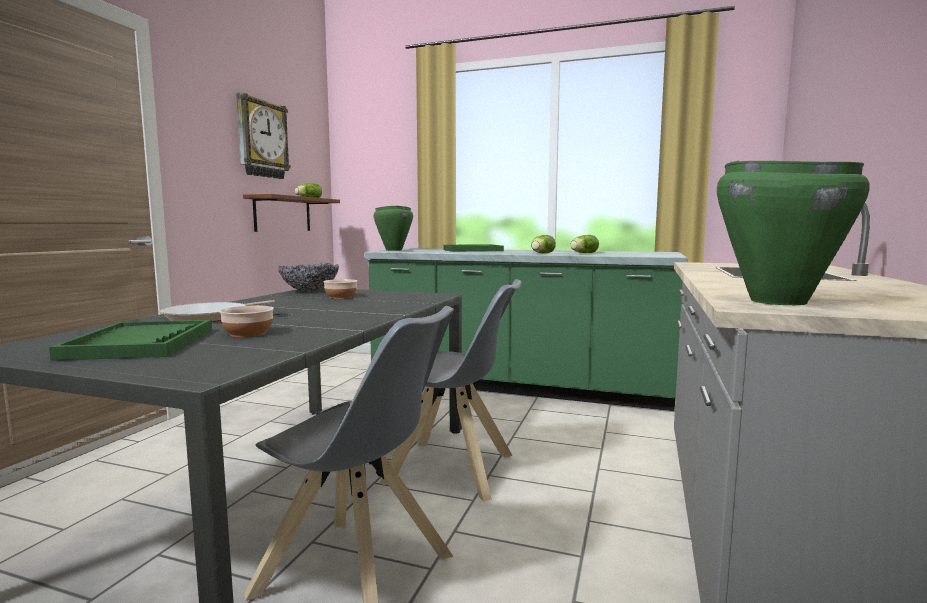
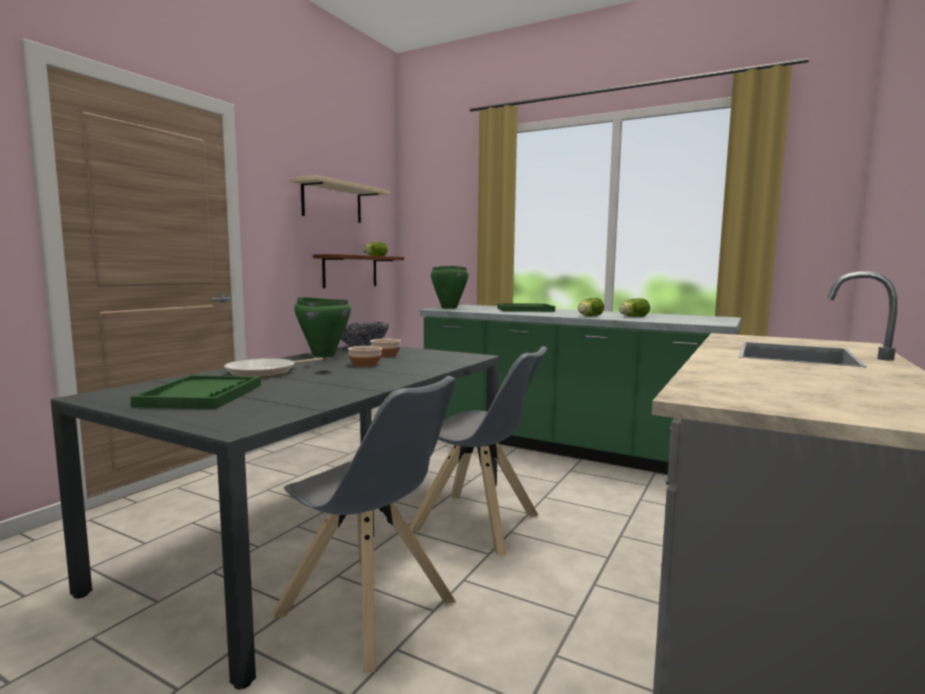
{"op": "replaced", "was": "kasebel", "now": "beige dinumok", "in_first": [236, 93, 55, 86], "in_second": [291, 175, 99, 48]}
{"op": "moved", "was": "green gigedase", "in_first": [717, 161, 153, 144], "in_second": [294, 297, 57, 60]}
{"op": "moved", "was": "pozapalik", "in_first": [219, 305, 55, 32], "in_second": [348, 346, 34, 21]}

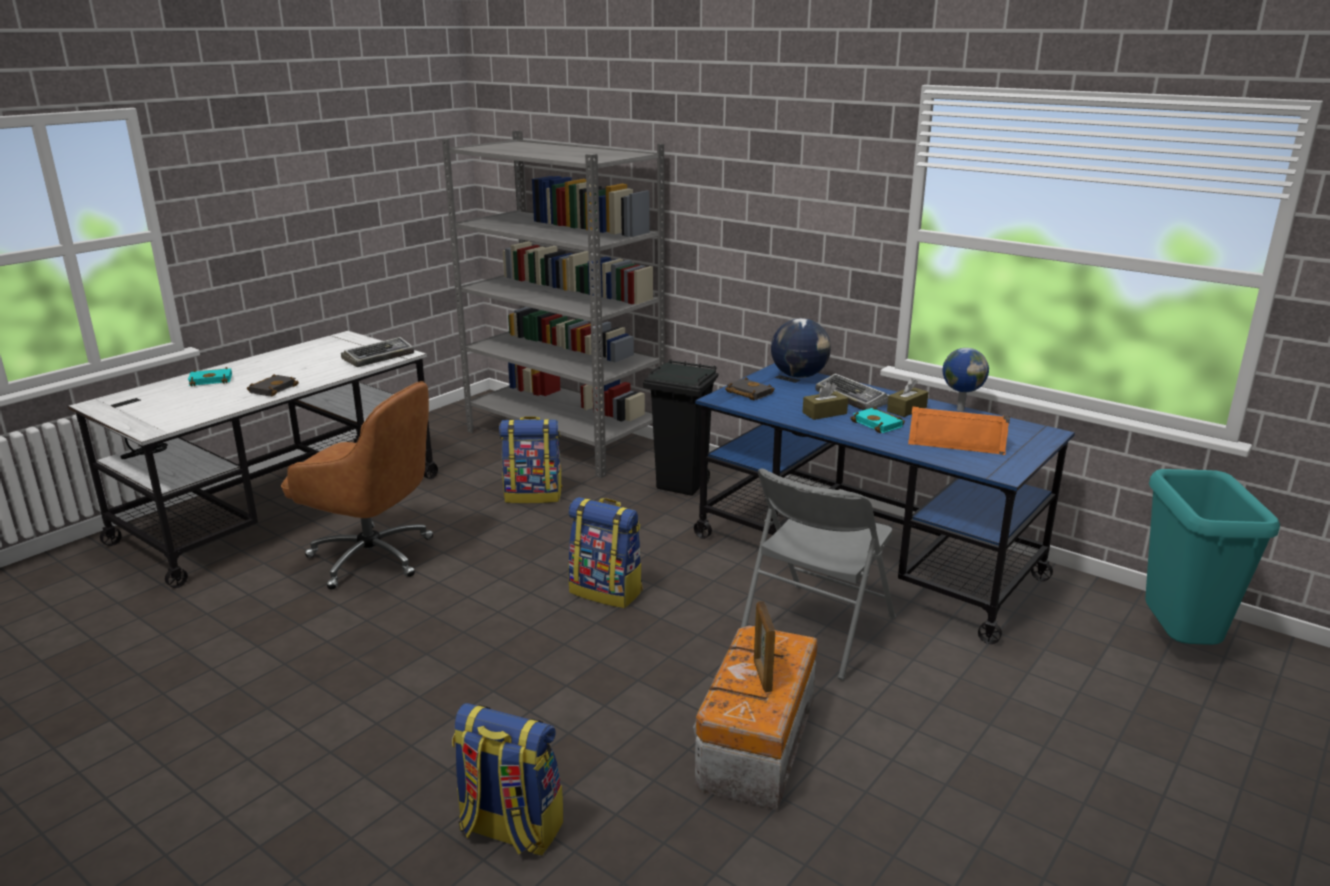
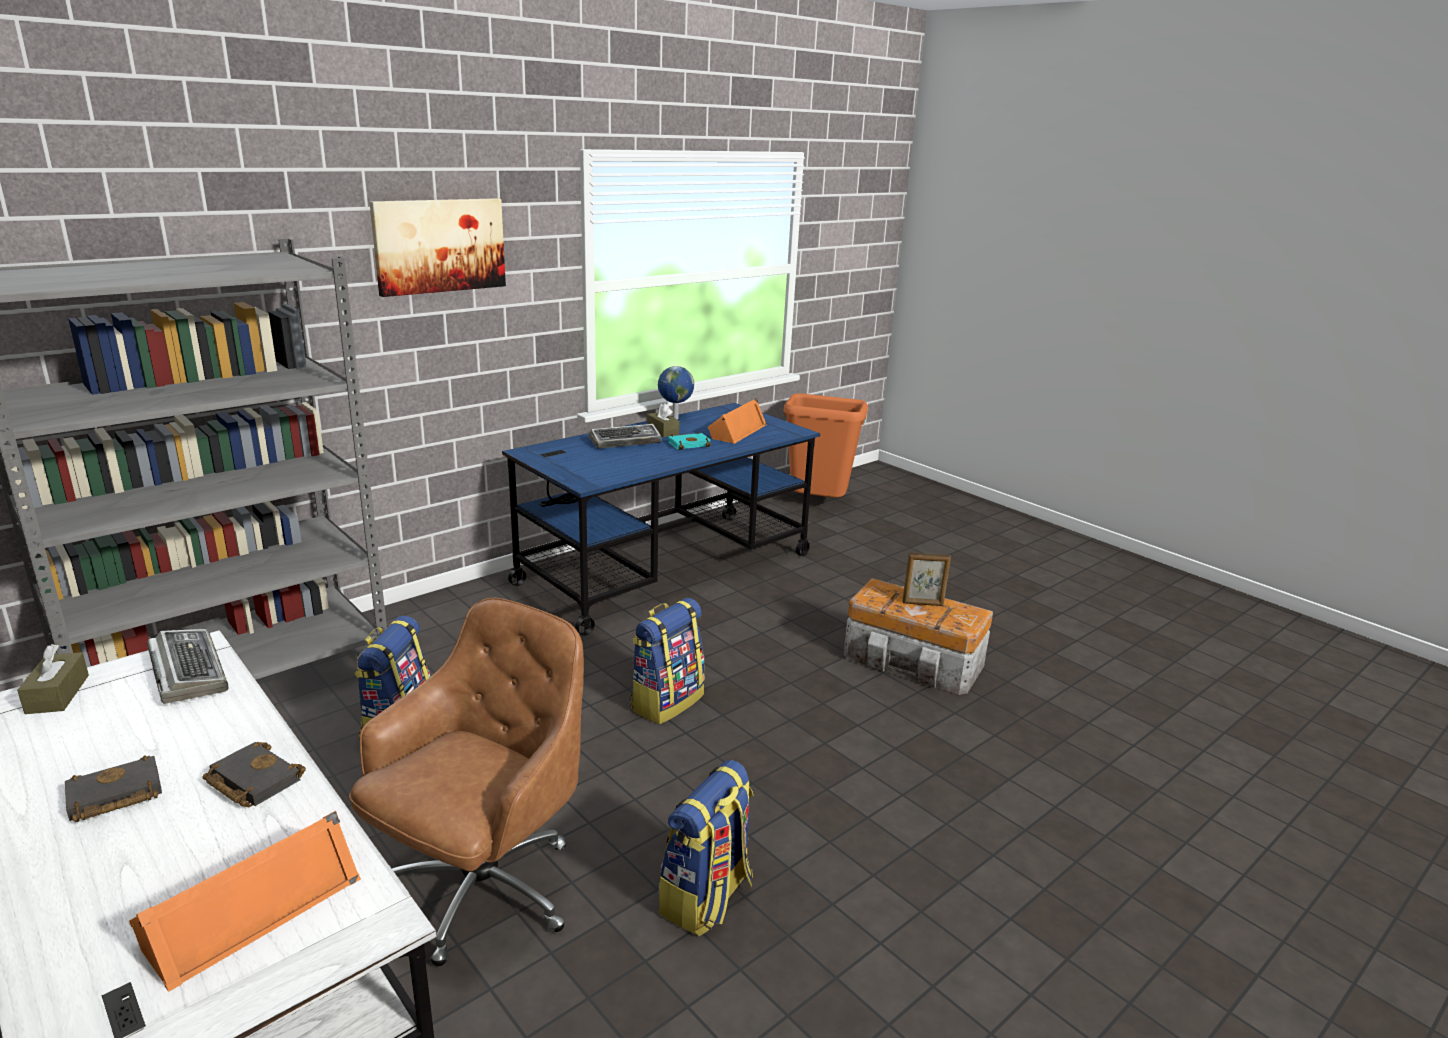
{"op": "moved", "was": "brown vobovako", "in_first": [802, 382, 46, 38], "in_second": [17, 644, 72, 70]}
{"op": "moved", "was": "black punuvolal", "in_first": [725, 377, 49, 24], "in_second": [65, 755, 97, 67]}
{"op": "added", "now": "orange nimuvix", "in_second": [129, 811, 232, 181]}
{"op": "added", "now": "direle", "in_second": [370, 198, 136, 99]}
{"op": "moved", "was": "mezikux", "in_first": [452, 703, 111, 152], "in_second": [658, 760, 95, 176]}
{"op": "recoloured", "was": "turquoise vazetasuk", "now": "orange vazetasuk", "in_first": [1145, 469, 135, 176], "in_second": [784, 393, 84, 105]}
{"op": "removed", "was": "turquoise punuvolal", "in_first": [188, 367, 44, 20]}
{"op": "removed", "was": "black vazetasuk", "in_first": [643, 359, 76, 137]}
{"op": "removed", "was": "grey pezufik", "in_first": [741, 469, 155, 212]}
{"op": "removed", "was": "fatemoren", "in_first": [771, 318, 60, 60]}

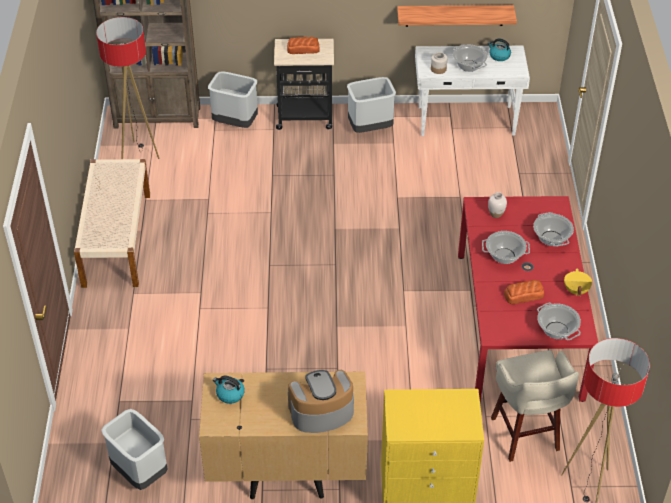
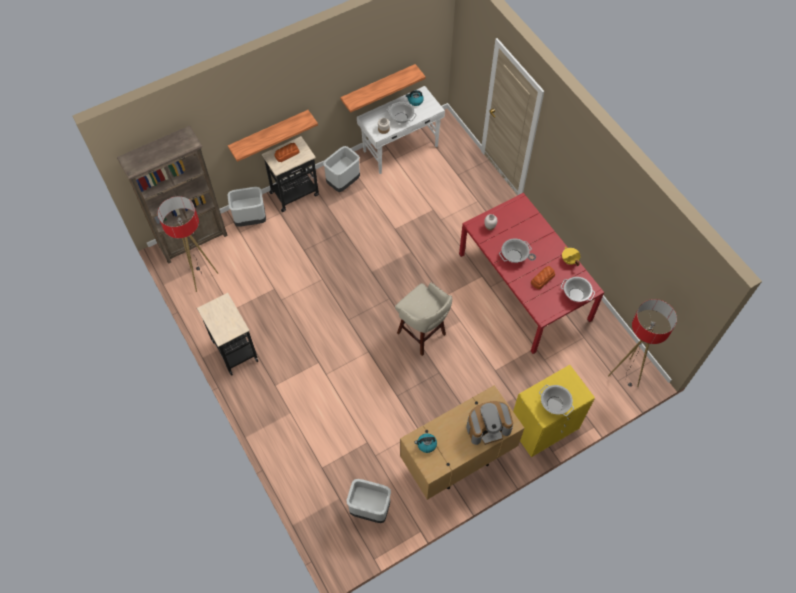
{"op": "replaced", "was": "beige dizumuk", "now": "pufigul", "in_first": [74, 159, 76, 129], "in_second": [197, 293, 61, 83]}
{"op": "added", "now": "dinumok", "in_second": [228, 110, 90, 52]}
{"op": "moved", "was": "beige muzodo", "in_first": [491, 350, 88, 112], "in_second": [395, 282, 57, 74]}
{"op": "turned", "was": "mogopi", "in_first": [288, 370, 66, 63], "in_second": [466, 401, 47, 44], "clockwise": -150}
{"op": "moved", "was": "gigedase", "in_first": [533, 212, 41, 35], "in_second": [539, 385, 35, 31]}

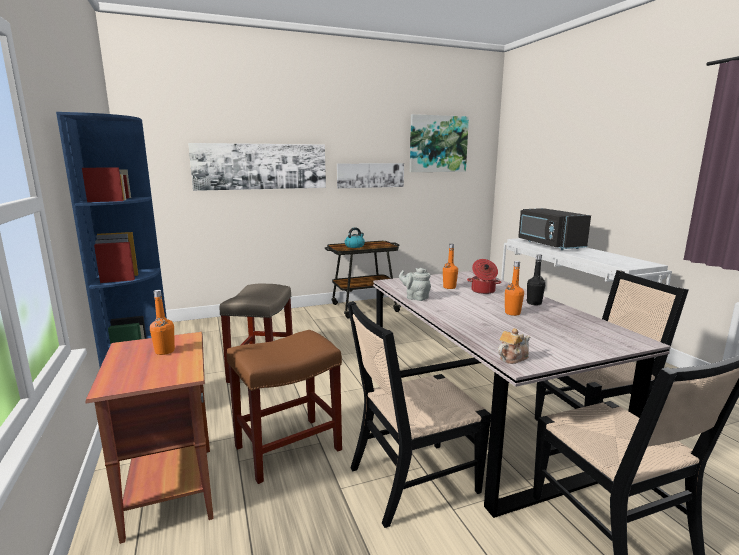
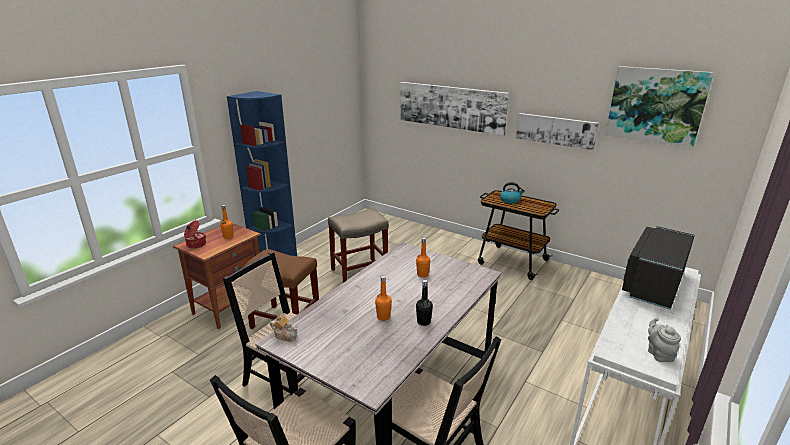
{"op": "moved", "was": "gigedase", "in_first": [467, 259, 34, 35], "in_second": [184, 220, 22, 29]}
{"op": "moved", "was": "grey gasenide", "in_first": [399, 268, 32, 33], "in_second": [648, 318, 33, 44]}

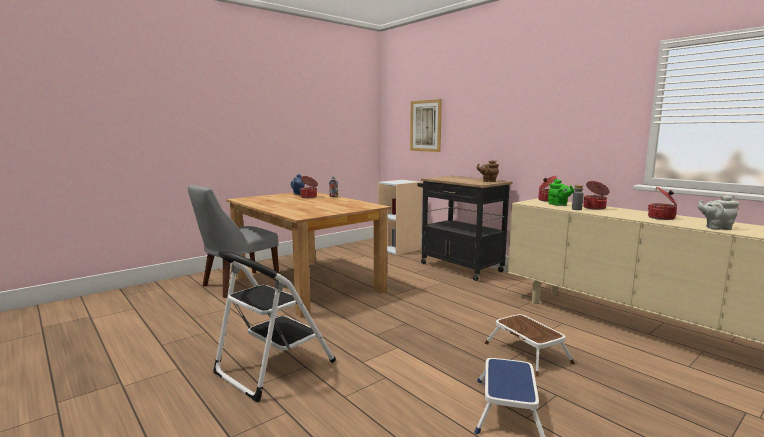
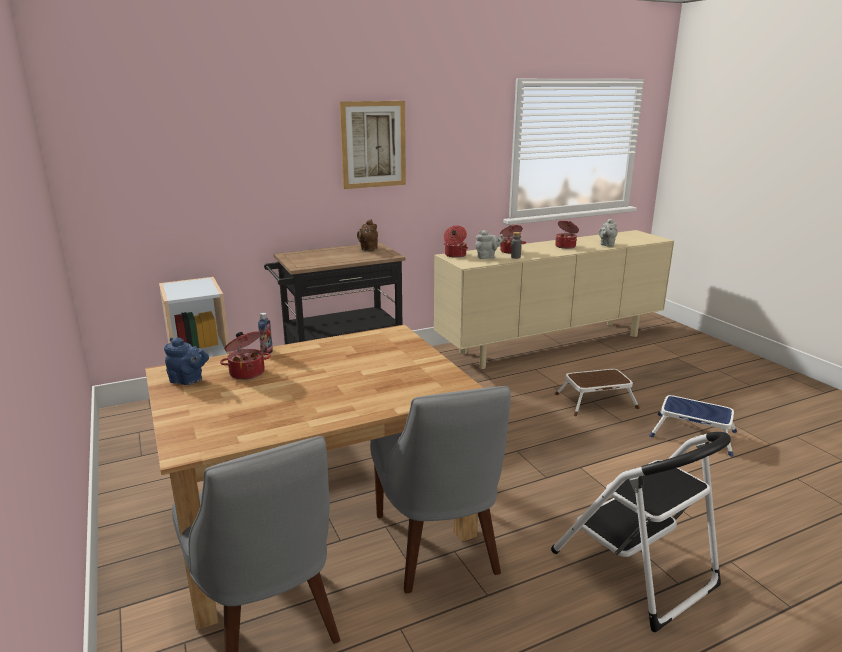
{"op": "moved", "was": "direle", "in_first": [410, 99, 32, 53], "in_second": [339, 101, 67, 88]}
{"op": "added", "now": "grey pezufik", "in_second": [370, 386, 141, 207]}
{"op": "recoloured", "was": "green gasenide", "now": "grey gasenide", "in_first": [548, 179, 26, 27], "in_second": [475, 230, 29, 29]}

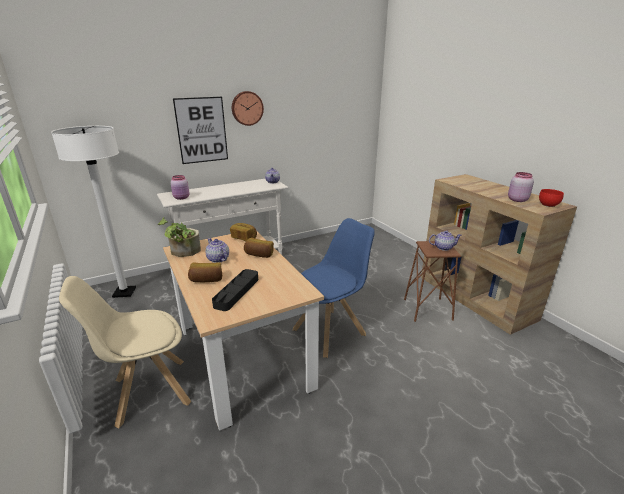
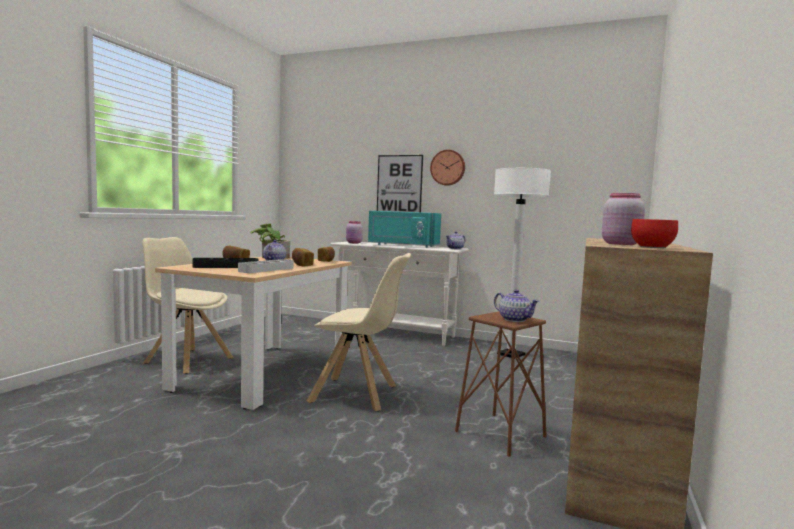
{"op": "added", "now": "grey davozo", "in_second": [238, 259, 56, 14]}
{"op": "recoloured", "was": "blue pezufik", "now": "beige pezufik", "in_first": [292, 218, 83, 140], "in_second": [307, 253, 104, 158]}
{"op": "added", "now": "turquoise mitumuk", "in_second": [368, 211, 73, 37]}
{"op": "moved", "was": "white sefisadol", "in_first": [51, 126, 85, 172], "in_second": [494, 168, 57, 190]}

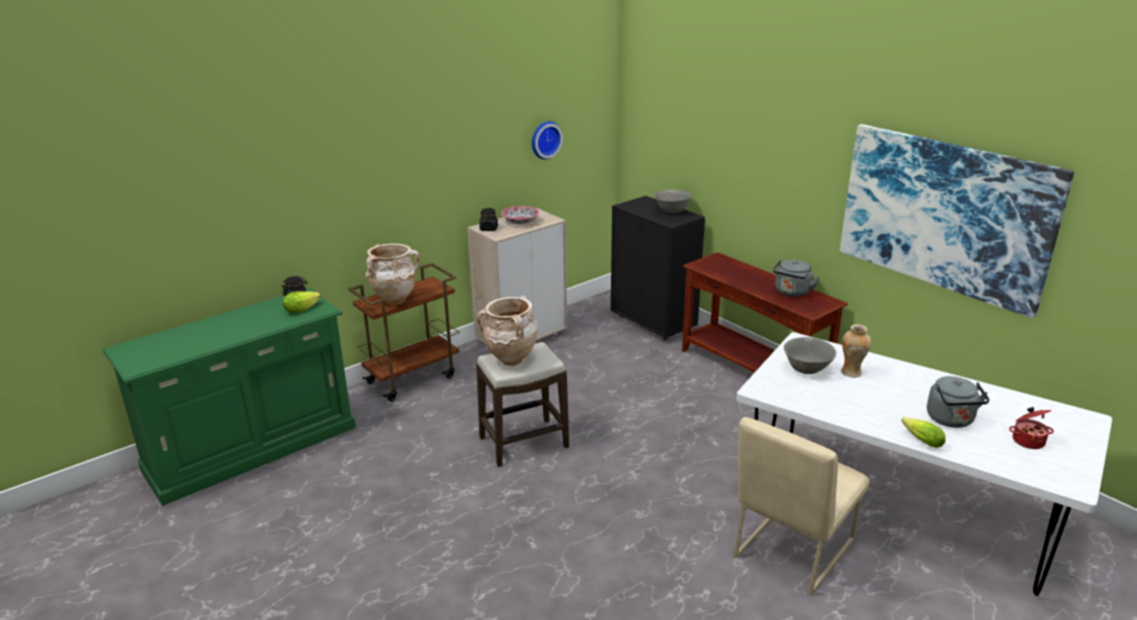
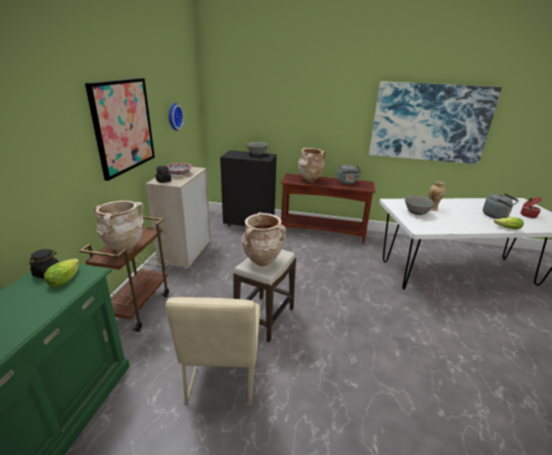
{"op": "added", "now": "direle", "in_second": [85, 78, 70, 103]}
{"op": "moved", "was": "beige pezufik", "in_first": [733, 417, 137, 179], "in_second": [165, 297, 95, 109]}
{"op": "added", "now": "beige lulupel", "in_second": [298, 148, 28, 34]}

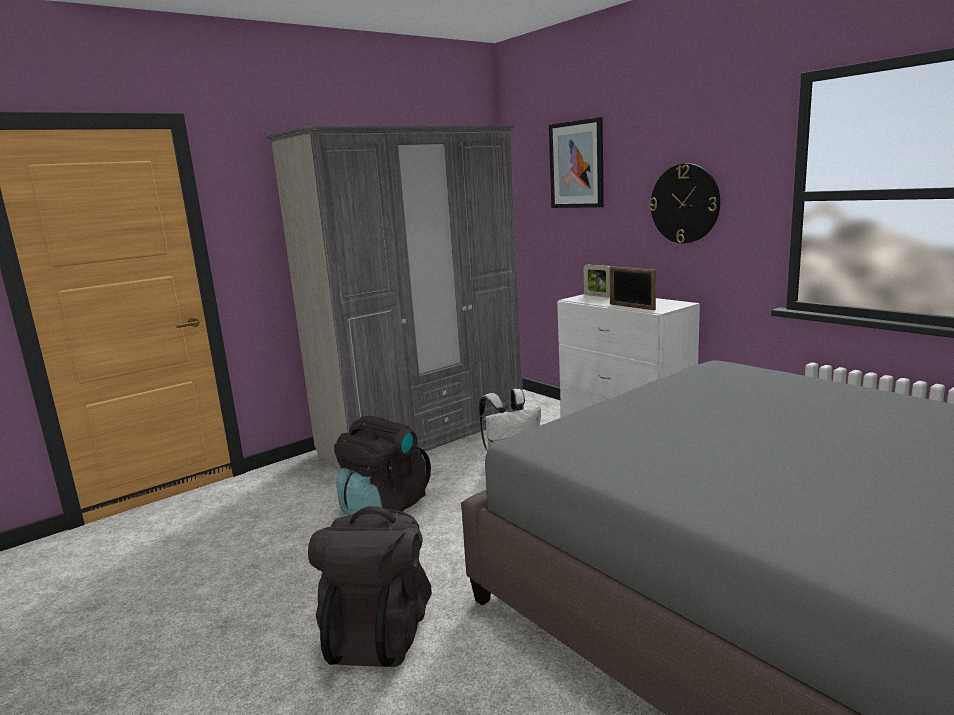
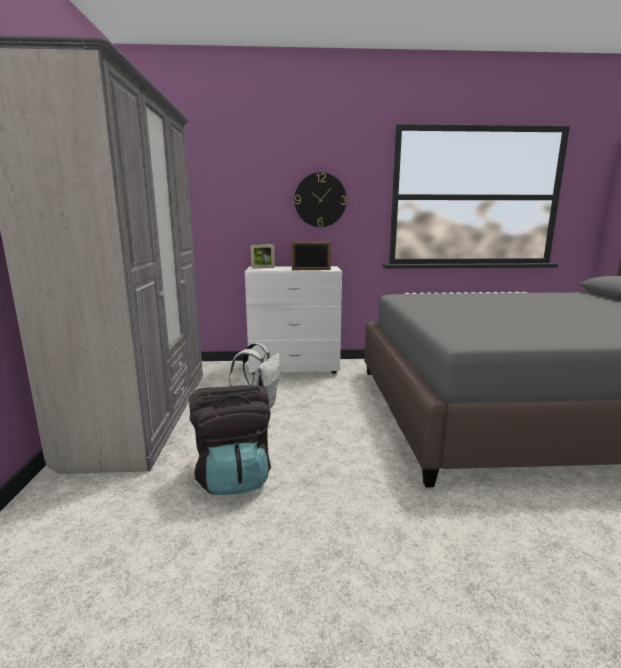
{"op": "removed", "was": "black mezikux", "in_first": [308, 506, 124, 161]}
{"op": "removed", "was": "direle", "in_first": [549, 117, 55, 91]}

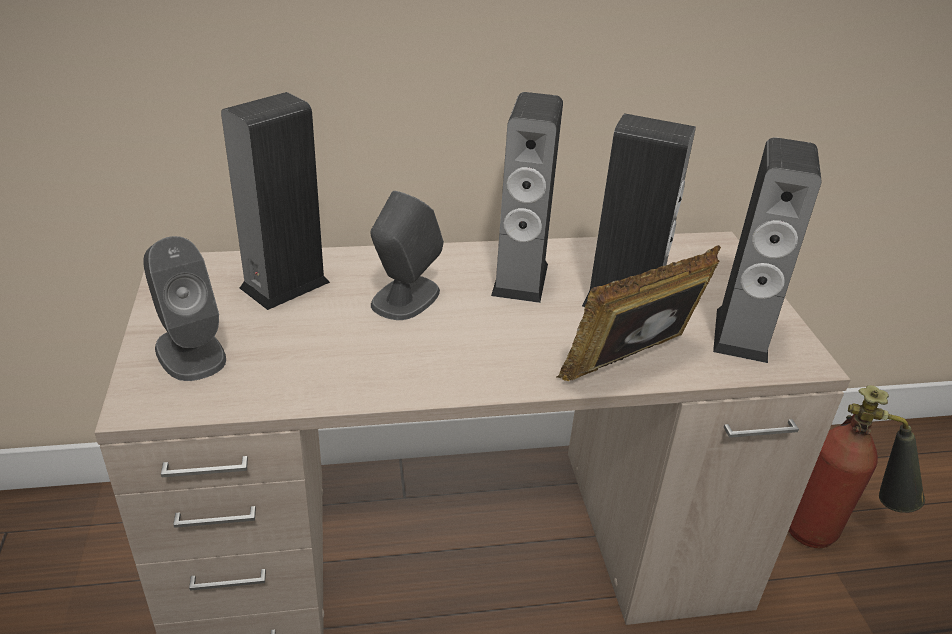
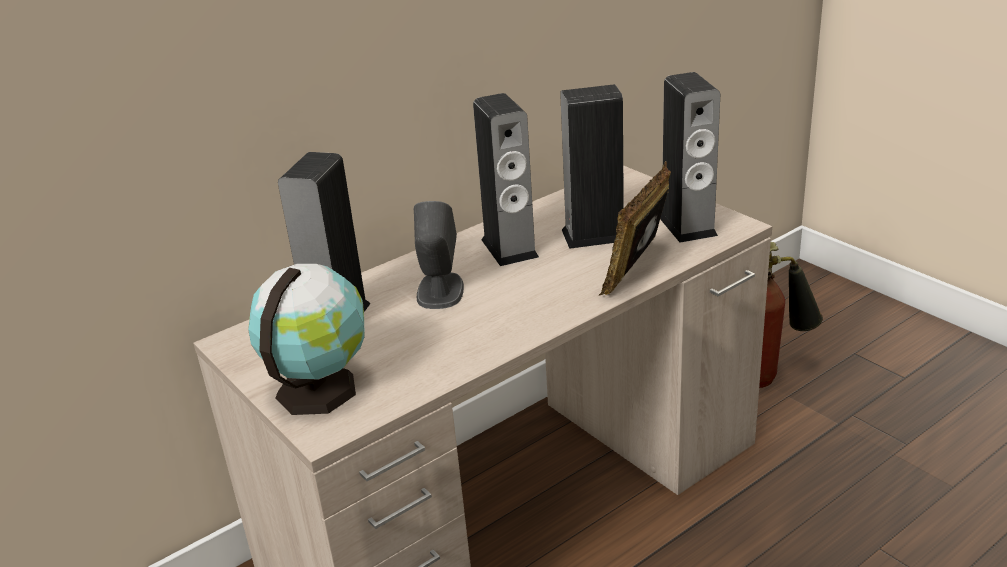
{"op": "replaced", "was": "grey nimuvix", "now": "fatemoren", "in_first": [143, 236, 83, 145], "in_second": [248, 264, 117, 151]}

